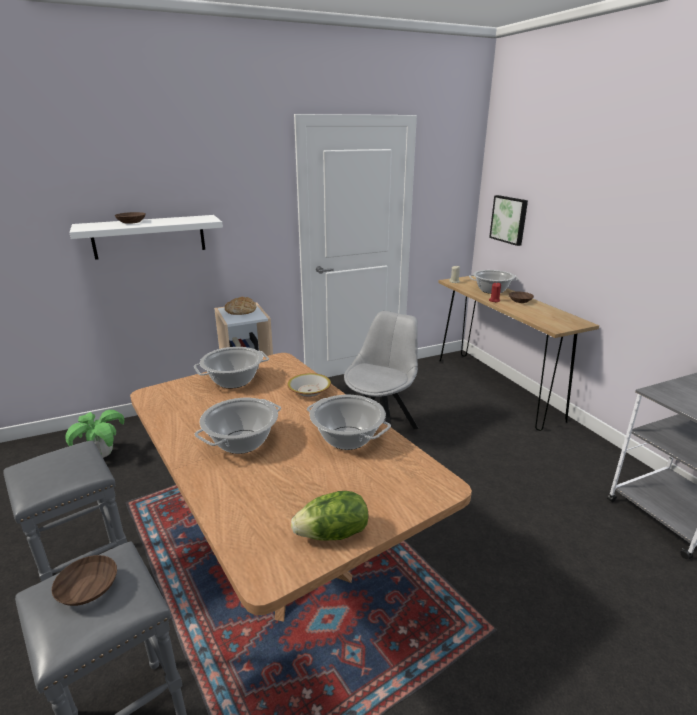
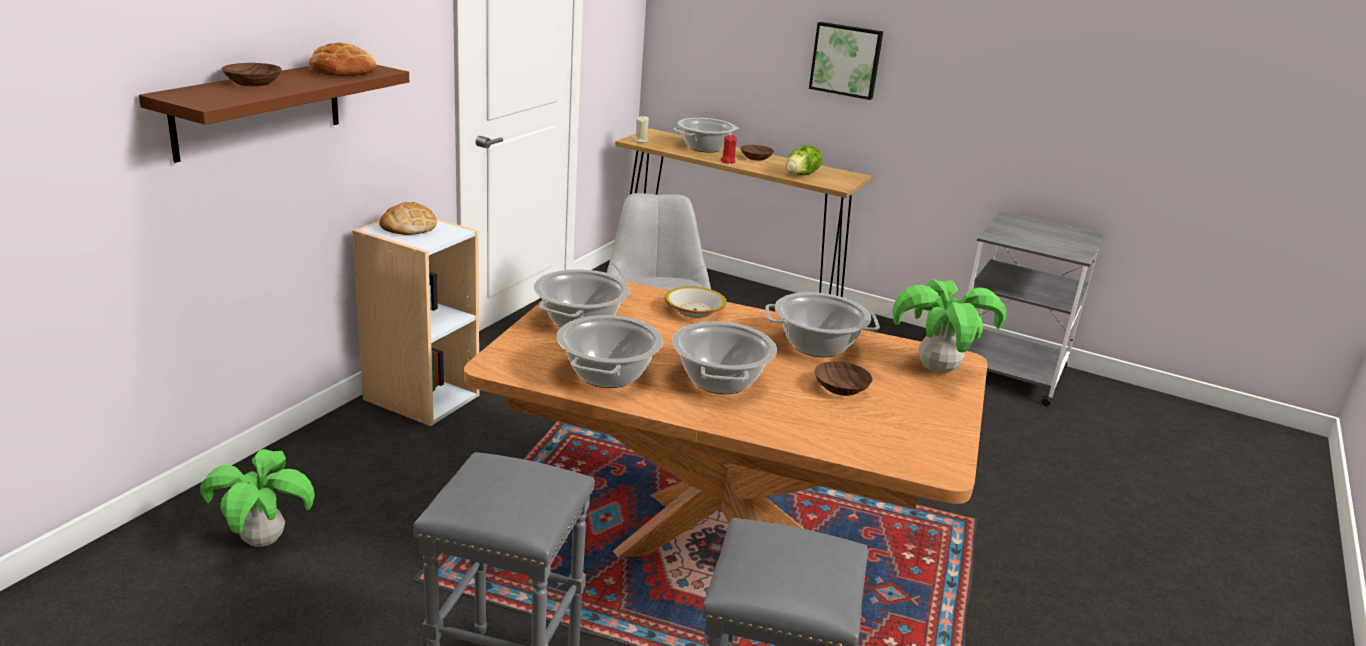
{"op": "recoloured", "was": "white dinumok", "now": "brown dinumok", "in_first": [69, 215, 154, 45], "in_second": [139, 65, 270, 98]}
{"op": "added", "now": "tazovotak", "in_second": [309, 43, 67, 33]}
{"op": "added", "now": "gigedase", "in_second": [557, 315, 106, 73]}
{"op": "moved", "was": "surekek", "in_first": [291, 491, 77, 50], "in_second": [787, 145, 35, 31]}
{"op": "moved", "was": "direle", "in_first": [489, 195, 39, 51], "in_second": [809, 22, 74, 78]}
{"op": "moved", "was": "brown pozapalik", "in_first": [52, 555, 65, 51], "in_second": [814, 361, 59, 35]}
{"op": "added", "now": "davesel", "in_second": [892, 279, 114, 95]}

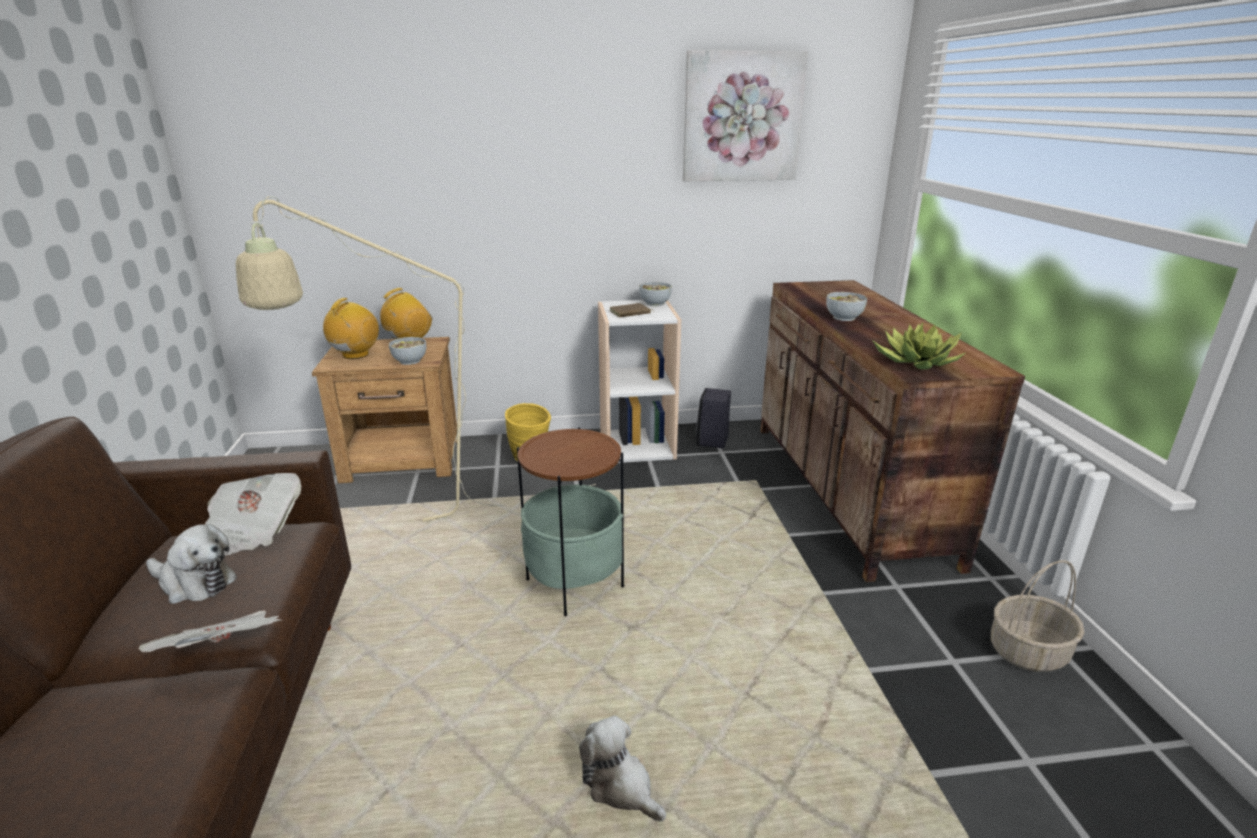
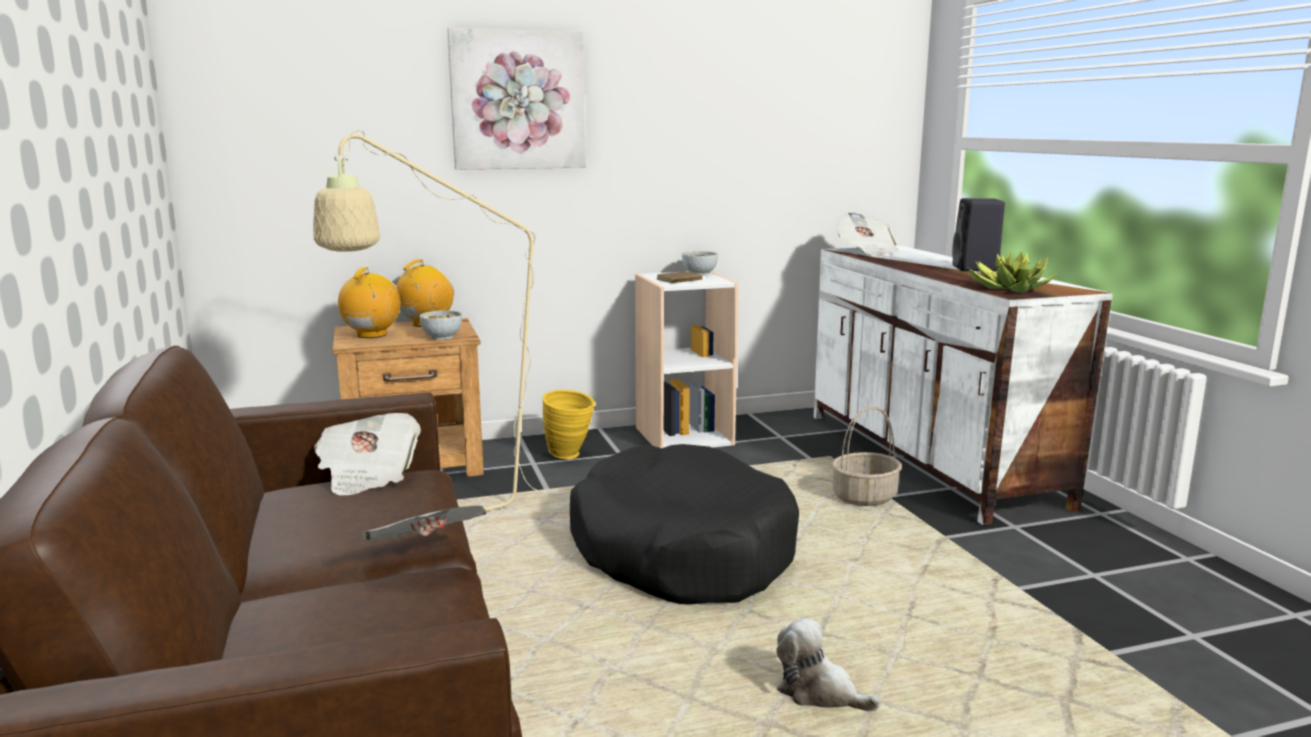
{"op": "moved", "was": "direle", "in_first": [683, 50, 125, 131], "in_second": [447, 28, 139, 142]}
{"op": "replaced", "was": "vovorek", "now": "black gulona", "in_first": [517, 427, 107, 189], "in_second": [570, 444, 229, 161]}
{"op": "recoloured", "was": "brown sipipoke", "now": "white sipipoke", "in_first": [761, 280, 264, 302], "in_second": [814, 245, 299, 280]}
{"op": "moved", "was": "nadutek", "in_first": [991, 560, 94, 112], "in_second": [831, 406, 71, 100]}
{"op": "added", "now": "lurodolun", "in_second": [836, 212, 63, 45]}
{"op": "moved", "was": "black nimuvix", "in_first": [696, 388, 35, 60], "in_second": [952, 198, 53, 73]}
{"op": "removed", "was": "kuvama", "in_first": [146, 524, 91, 80]}
{"op": "removed", "was": "pozapalik", "in_first": [826, 292, 41, 29]}

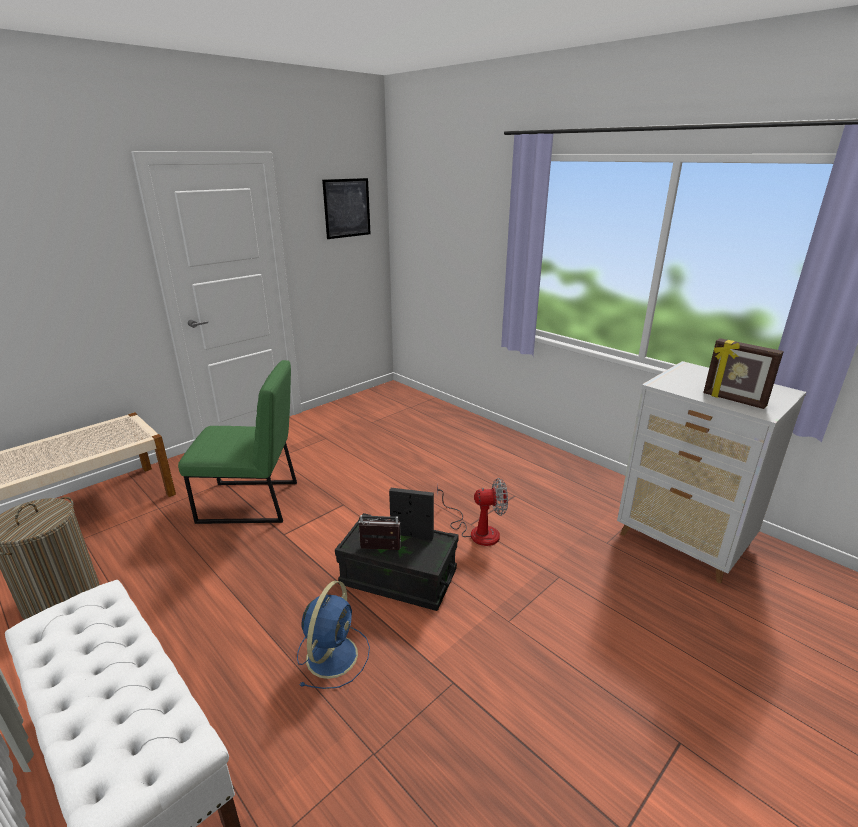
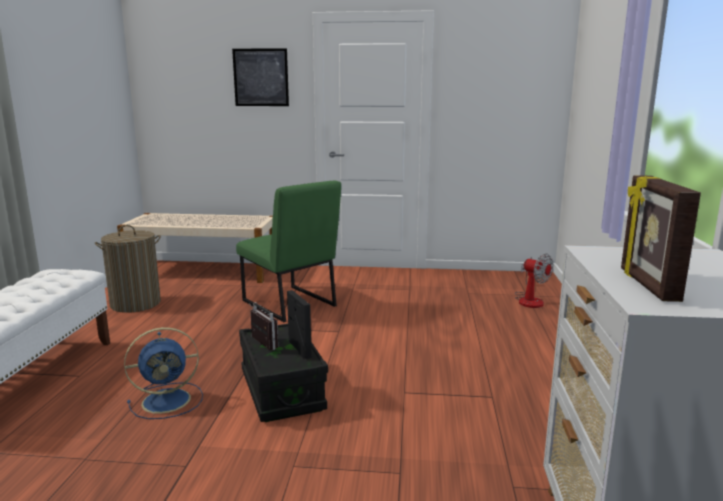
{"op": "moved", "was": "direle", "in_first": [322, 178, 49, 61], "in_second": [232, 48, 57, 58]}
{"op": "moved", "was": "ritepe", "in_first": [437, 478, 71, 68], "in_second": [515, 253, 38, 55]}

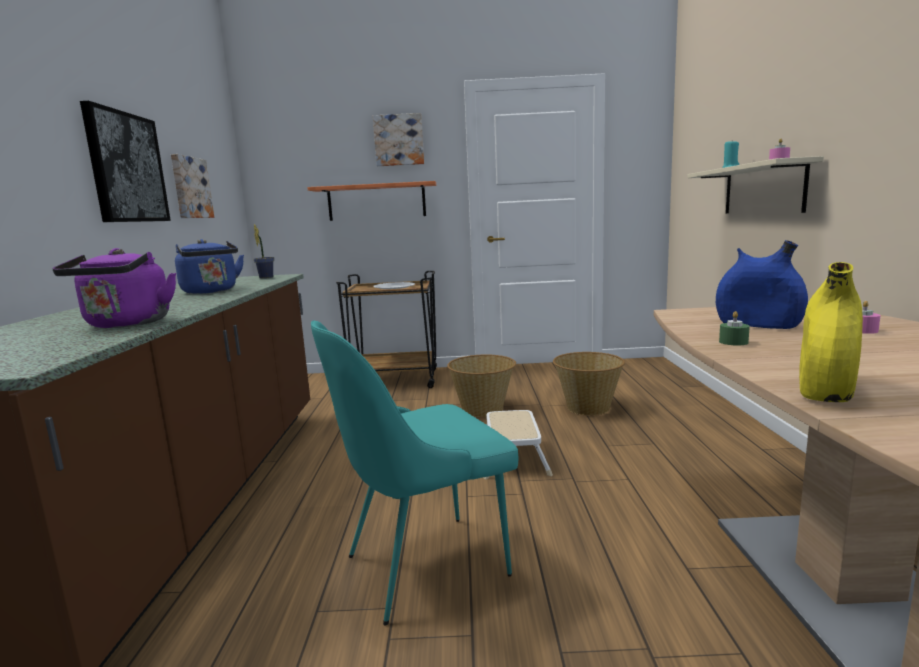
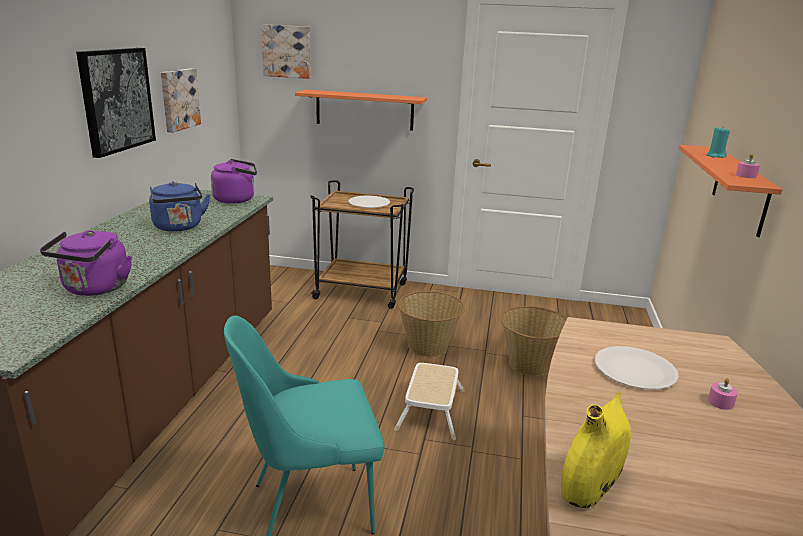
{"op": "replaced", "was": "davesel", "now": "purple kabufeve", "in_first": [254, 224, 20, 54], "in_second": [211, 159, 46, 45]}
{"op": "moved", "was": "direle", "in_first": [373, 113, 51, 53], "in_second": [261, 24, 50, 55]}
{"op": "replaced", "was": "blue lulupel", "now": "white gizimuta", "in_first": [716, 240, 92, 89], "in_second": [595, 346, 84, 44]}
{"op": "recoloured", "was": "beige dinumok", "now": "orange dinumok", "in_first": [687, 156, 137, 57], "in_second": [679, 145, 103, 92]}
{"op": "removed", "was": "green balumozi", "in_first": [719, 311, 31, 35]}

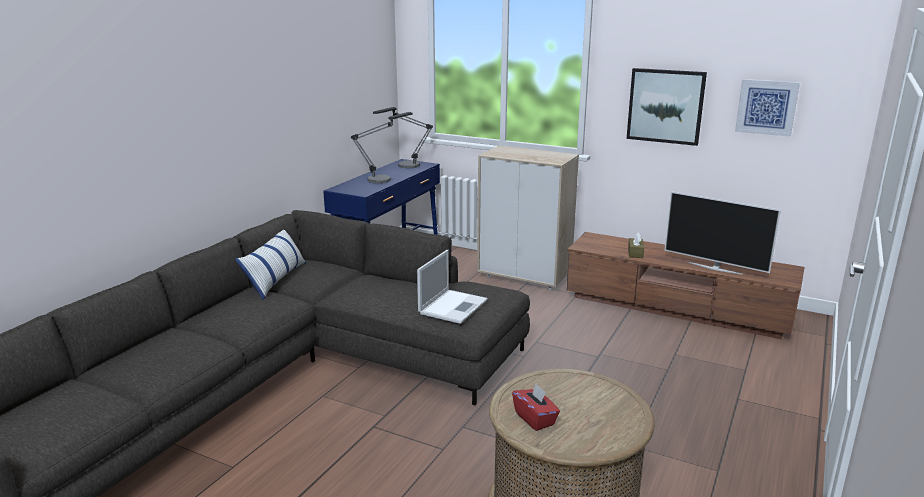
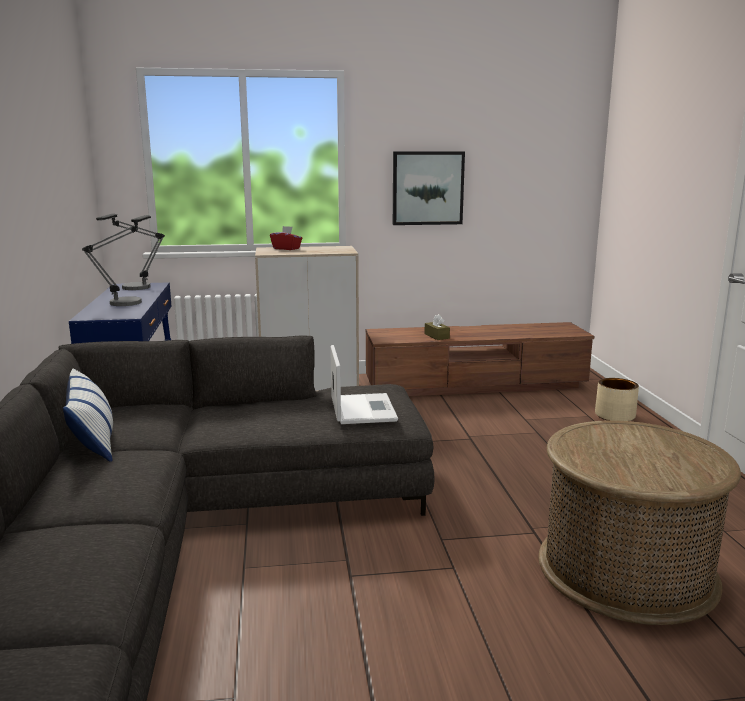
{"op": "moved", "was": "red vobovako", "in_first": [512, 384, 48, 47], "in_second": [270, 226, 32, 24]}
{"op": "added", "now": "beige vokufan", "in_second": [595, 378, 44, 43]}
{"op": "removed", "was": "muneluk", "in_first": [664, 192, 117, 83]}
{"op": "removed", "was": "direle", "in_first": [735, 79, 65, 58]}

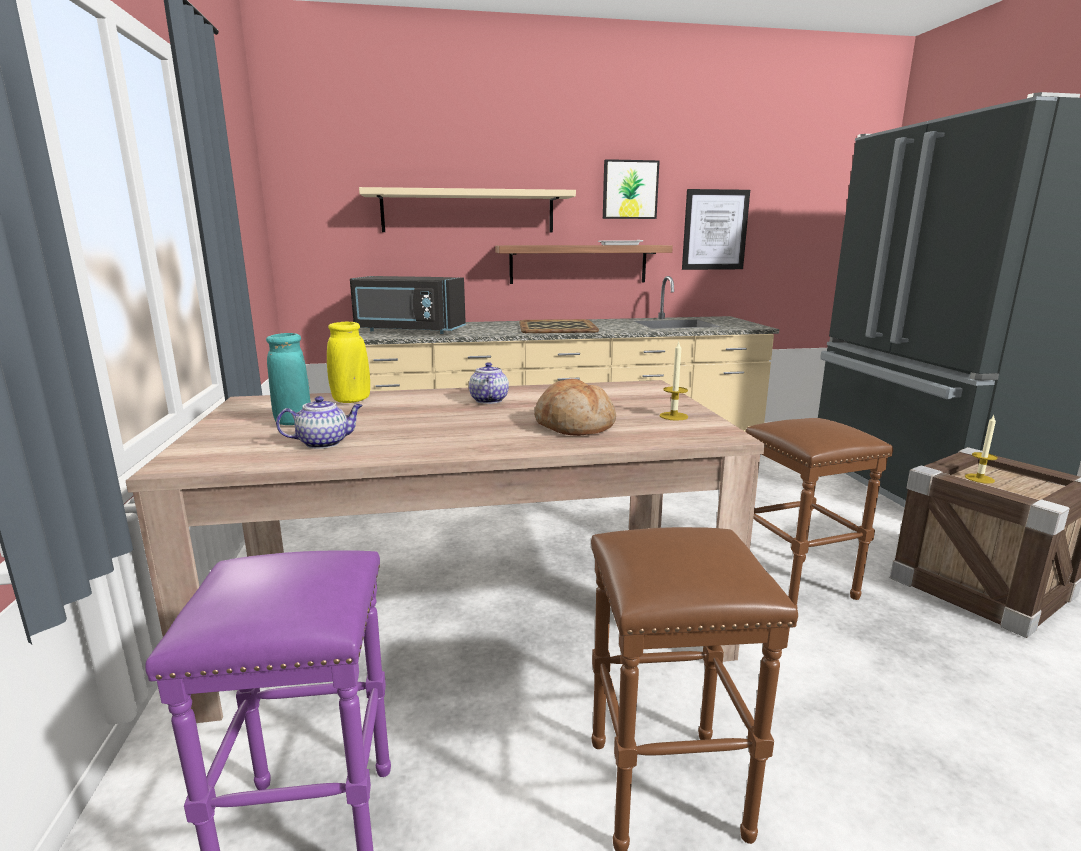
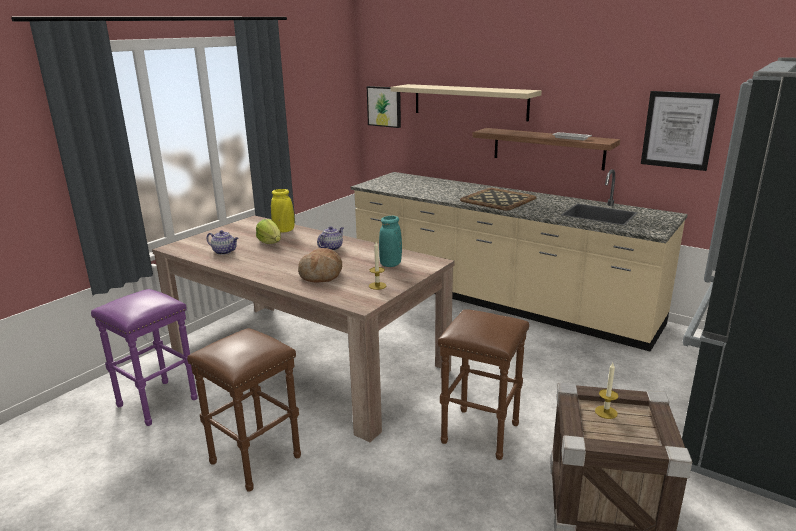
{"op": "added", "now": "surekek", "in_second": [256, 219, 25, 25]}
{"op": "moved", "was": "direle", "in_first": [603, 159, 57, 60], "in_second": [367, 86, 34, 42]}
{"op": "moved", "was": "turquoise lulupel", "in_first": [266, 333, 45, 92], "in_second": [379, 216, 23, 51]}
{"op": "removed", "was": "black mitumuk", "in_first": [350, 276, 116, 58]}

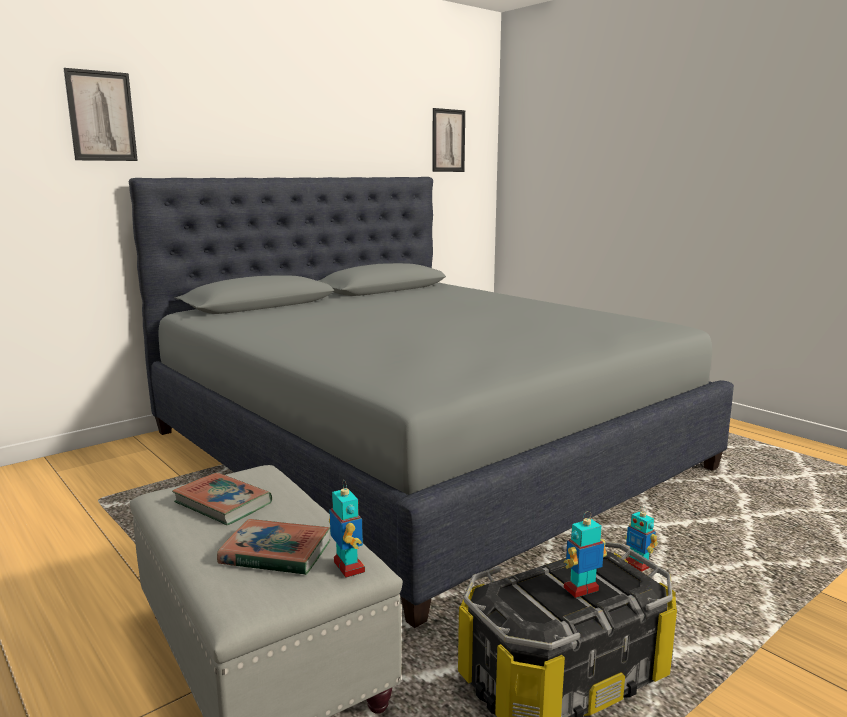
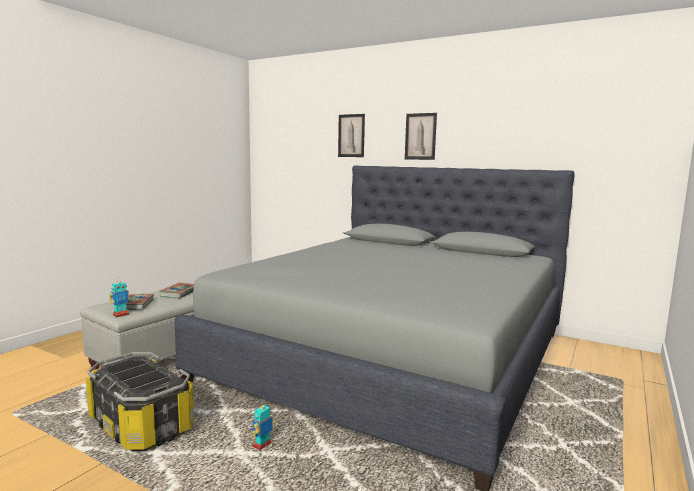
{"op": "moved", "was": "direle", "in_first": [432, 108, 33, 64], "in_second": [405, 113, 32, 47]}
{"op": "removed", "was": "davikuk", "in_first": [564, 511, 43, 87]}

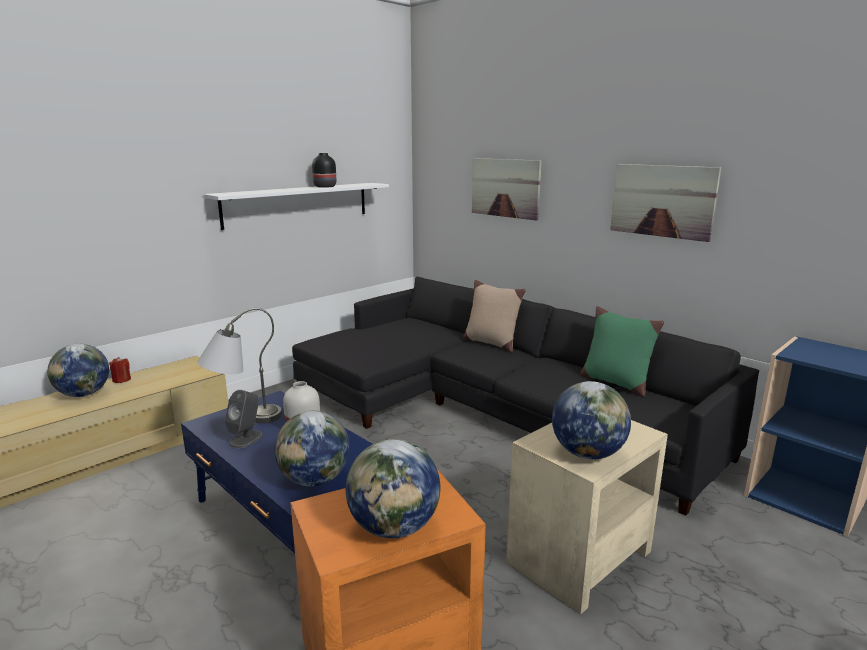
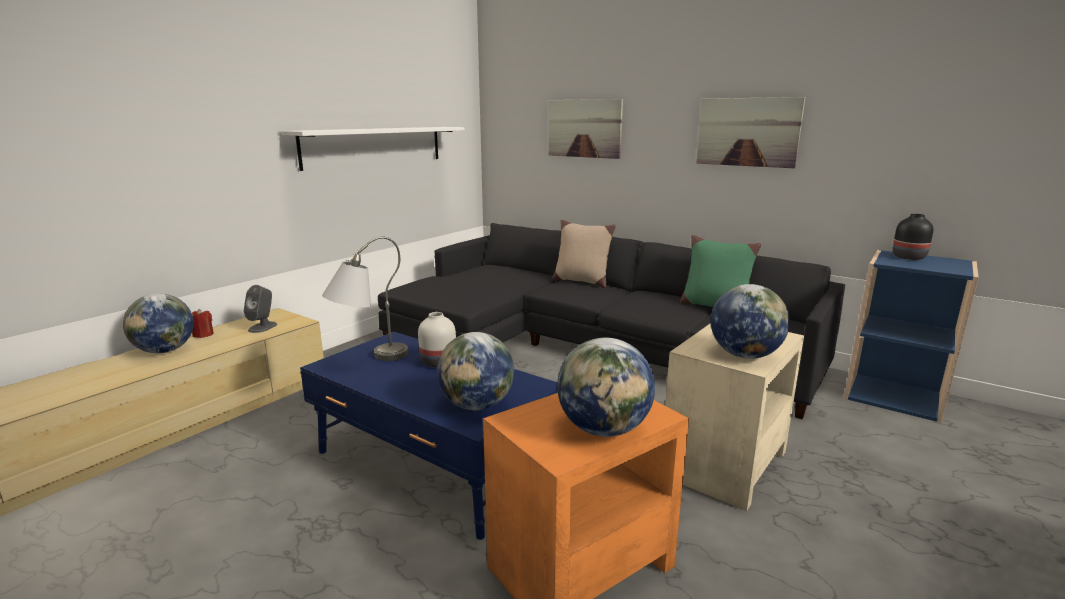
{"op": "moved", "was": "grey nimuvix", "in_first": [225, 390, 38, 58], "in_second": [244, 285, 33, 48]}
{"op": "moved", "was": "black lulupel", "in_first": [312, 153, 24, 35], "in_second": [892, 214, 41, 46]}

